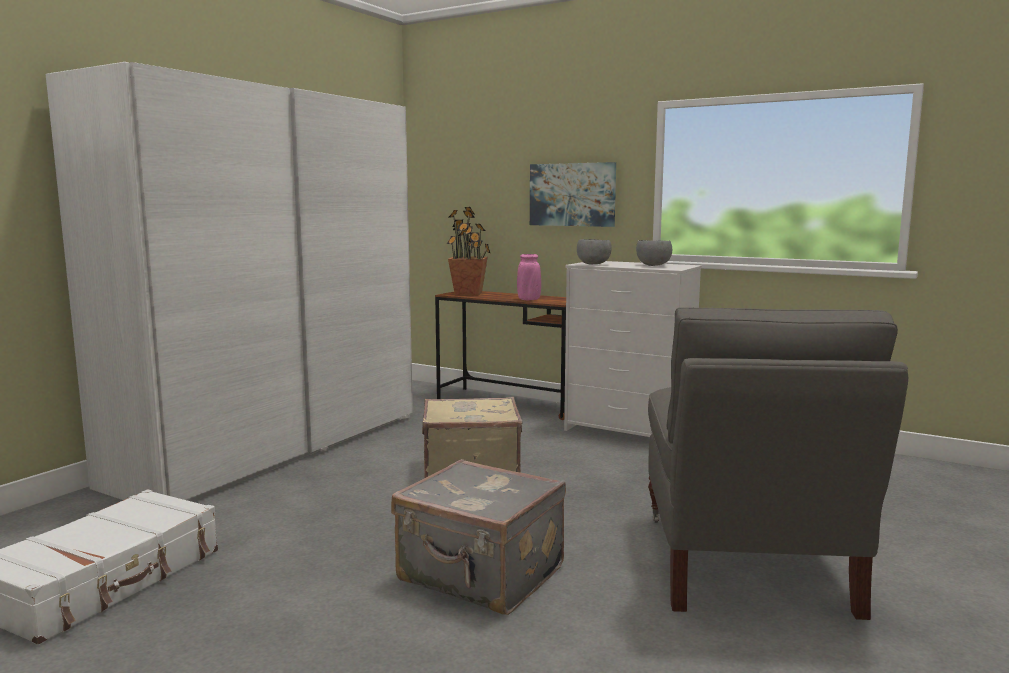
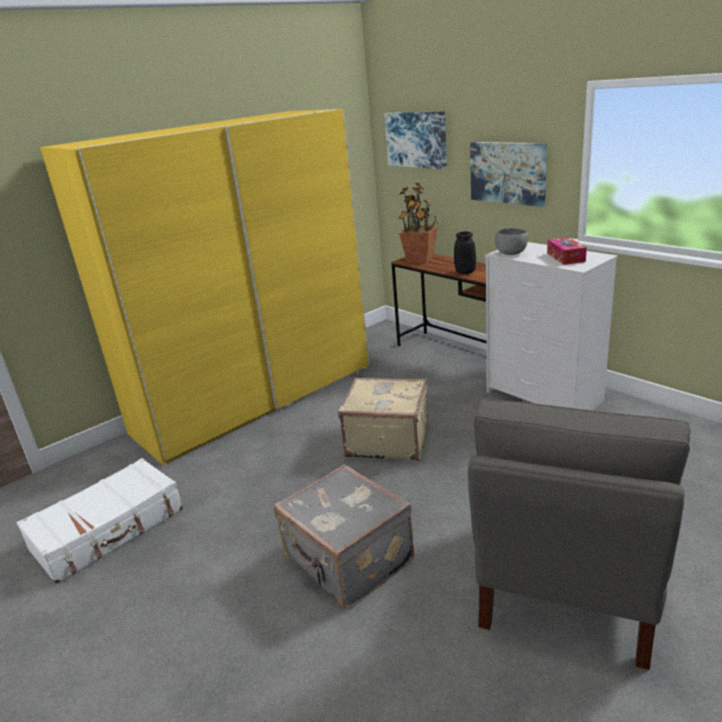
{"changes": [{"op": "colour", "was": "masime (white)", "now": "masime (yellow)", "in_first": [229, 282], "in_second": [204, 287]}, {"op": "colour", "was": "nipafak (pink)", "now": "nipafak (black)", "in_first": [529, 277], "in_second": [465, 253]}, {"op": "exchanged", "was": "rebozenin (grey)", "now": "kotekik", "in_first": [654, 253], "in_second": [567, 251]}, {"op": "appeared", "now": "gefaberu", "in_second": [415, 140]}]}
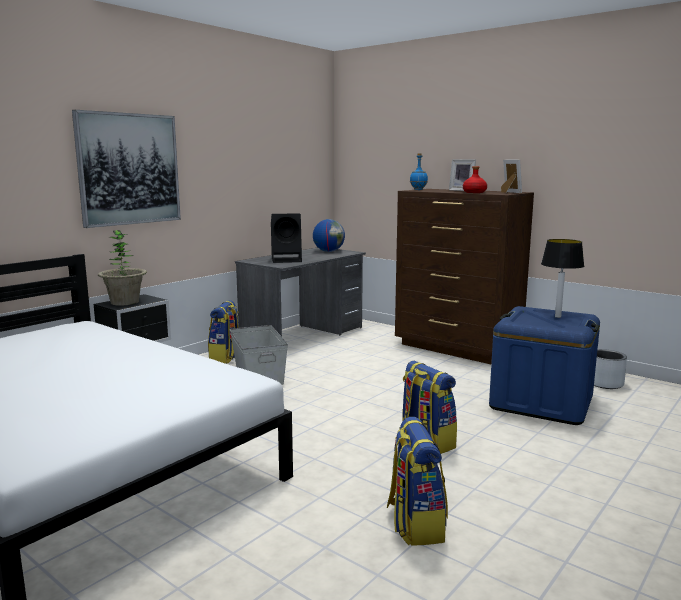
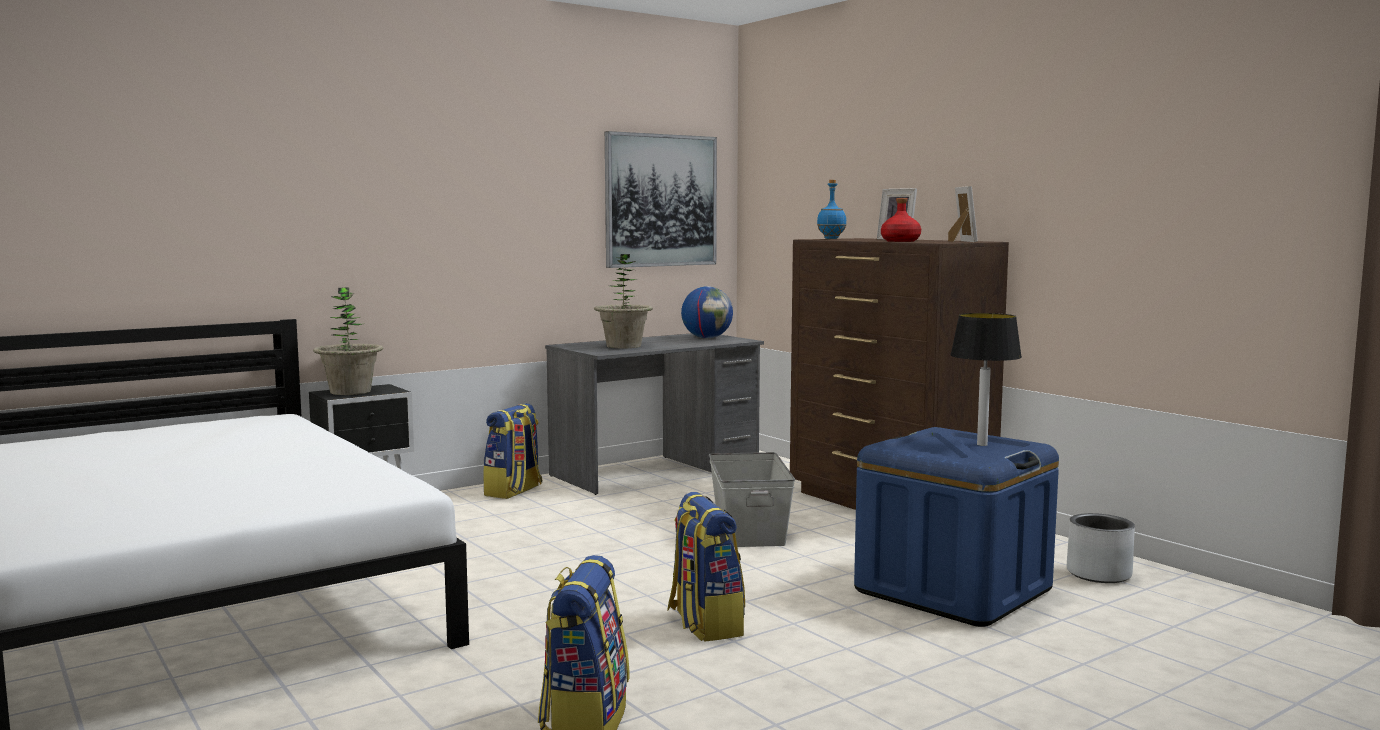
{"changes": [{"op": "relocated", "was": "gefaberu", "in_first": [126, 169], "in_second": [661, 199]}, {"op": "relocated", "was": "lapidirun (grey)", "in_first": [259, 355], "in_second": [752, 499]}, {"op": "exchanged", "was": "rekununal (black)", "now": "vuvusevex", "in_first": [286, 238], "in_second": [623, 301]}]}
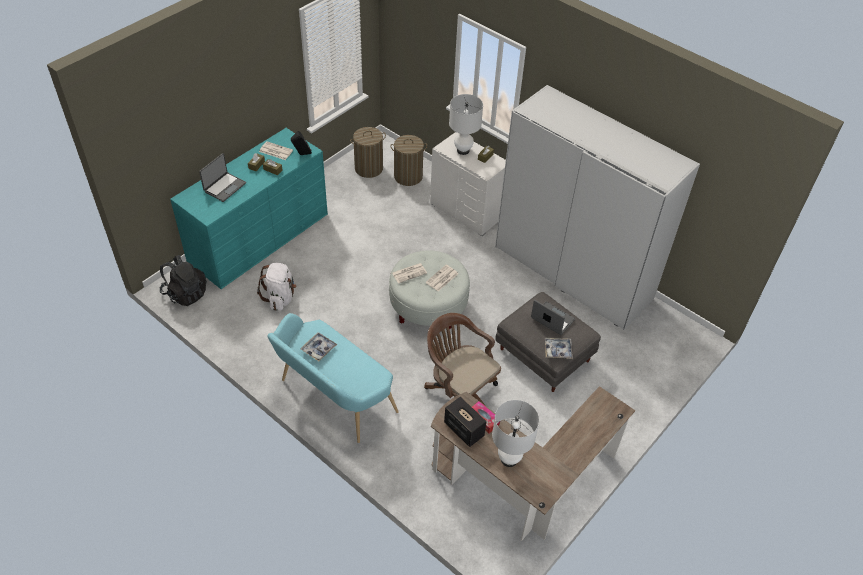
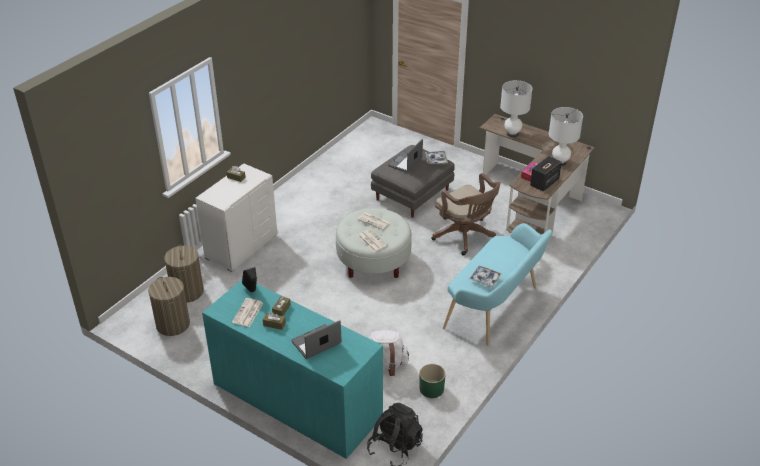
{"changes": [{"op": "spun", "was": "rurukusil", "in_first": [222, 177], "in_second": [316, 339], "clockwise": -60}, {"op": "spun", "was": "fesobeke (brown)", "in_first": [462, 359], "in_second": [466, 214], "clockwise": -75}, {"op": "relocated", "was": "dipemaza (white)", "in_first": [466, 124], "in_second": [516, 108]}, {"op": "missing", "was": "masime (white)", "in_first": [597, 207]}, {"op": "appeared", "now": "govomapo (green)", "in_second": [433, 381]}]}
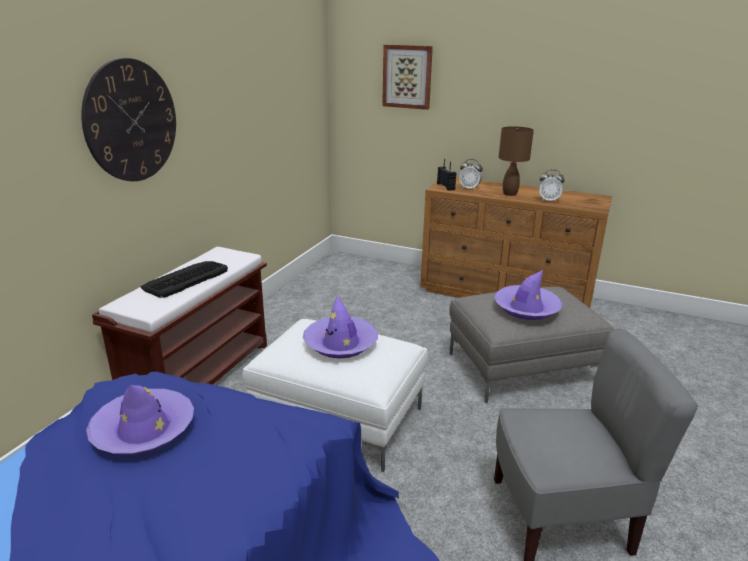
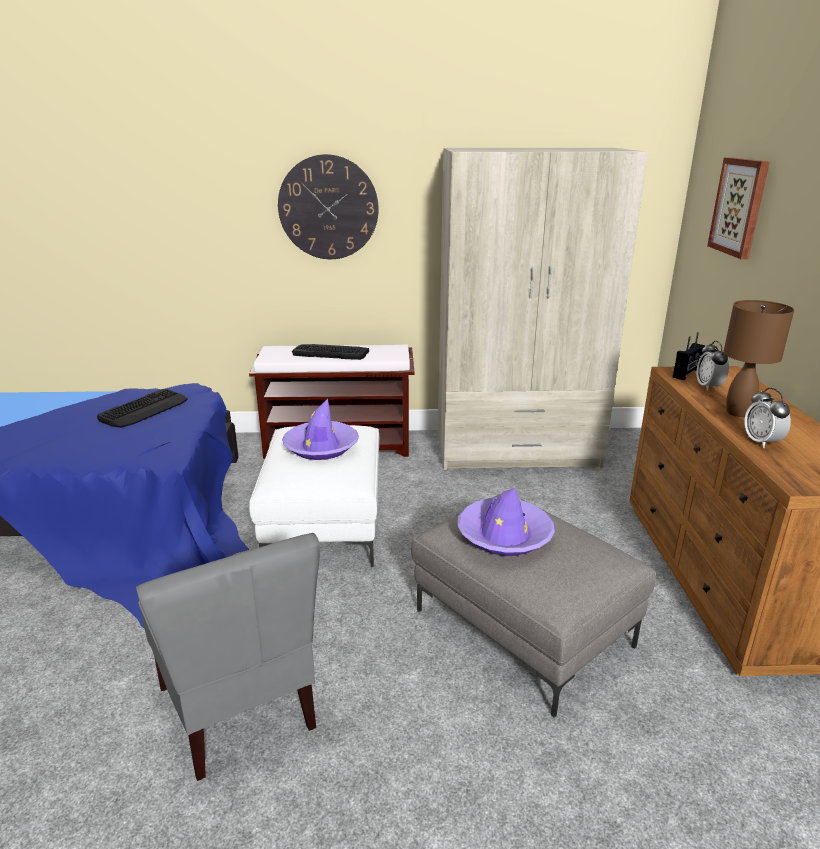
{"changes": [{"op": "exchanged", "was": "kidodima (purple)", "now": "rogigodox", "in_first": [140, 420], "in_second": [142, 408]}, {"op": "appeared", "now": "masime (beige)", "in_second": [543, 309]}]}
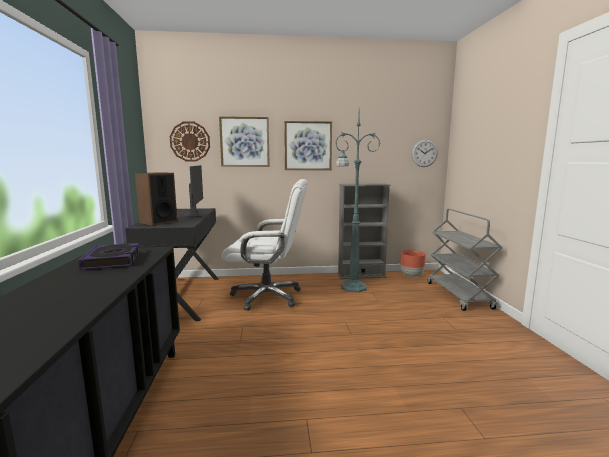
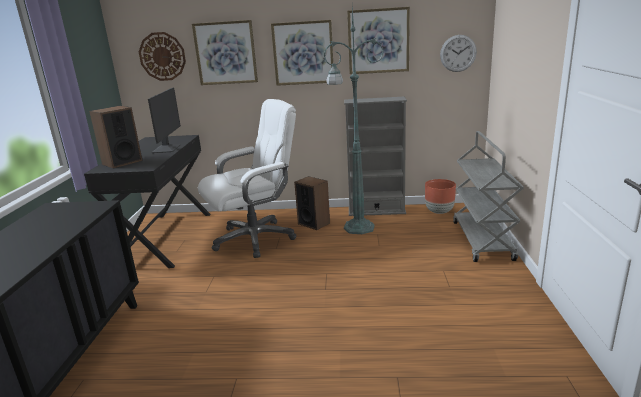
{"changes": [{"op": "missing", "was": "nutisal", "in_first": [109, 256]}, {"op": "spun", "was": "fesobeke (white)", "in_first": [264, 245], "in_second": [247, 178], "clockwise": -45}, {"op": "appeared", "now": "rekununal", "in_second": [312, 203]}, {"op": "appeared", "now": "gefaberu", "in_second": [378, 40]}]}
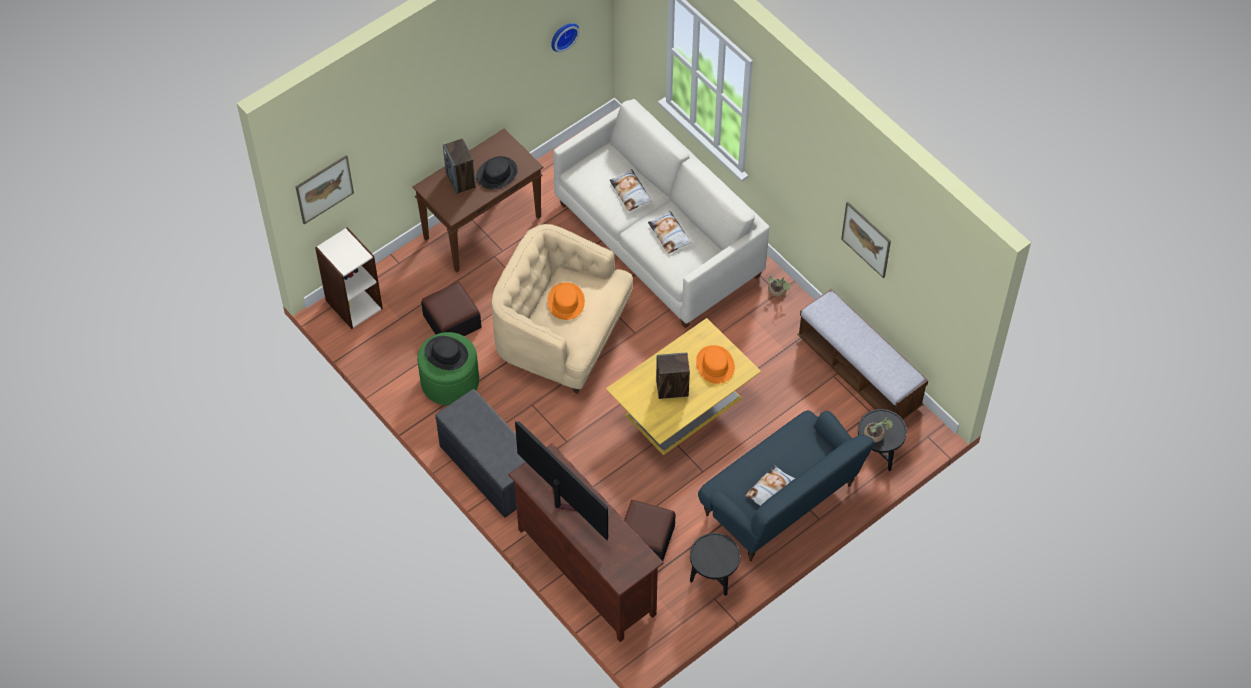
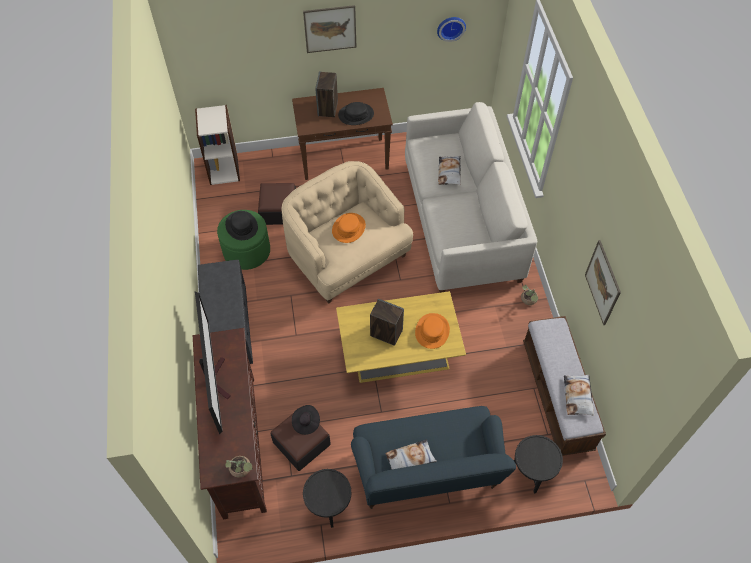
{"changes": [{"op": "relocated", "was": "gefaberu", "in_first": [324, 189], "in_second": [329, 29]}, {"op": "relocated", "was": "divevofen", "in_first": [670, 232], "in_second": [579, 395]}, {"op": "relocated", "was": "vuvusevex", "in_first": [879, 430], "in_second": [239, 467]}, {"op": "appeared", "now": "kidodima (black)", "in_second": [306, 420]}]}
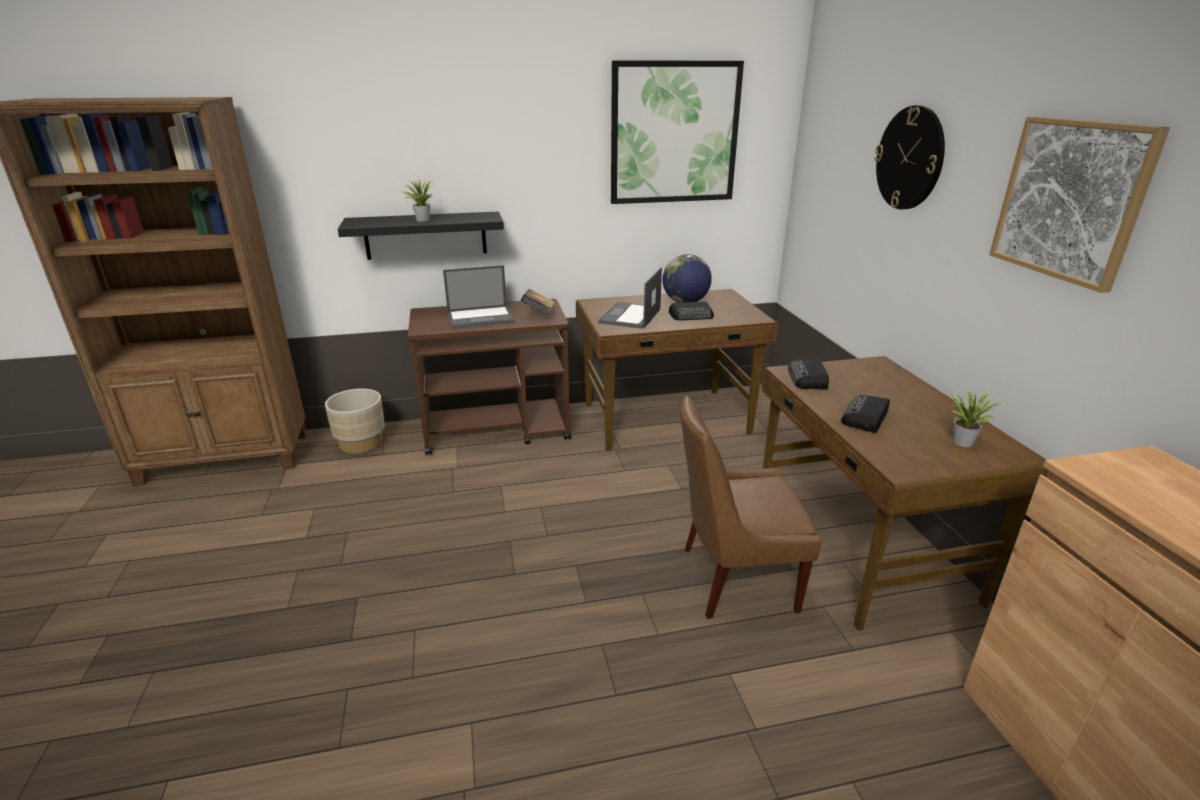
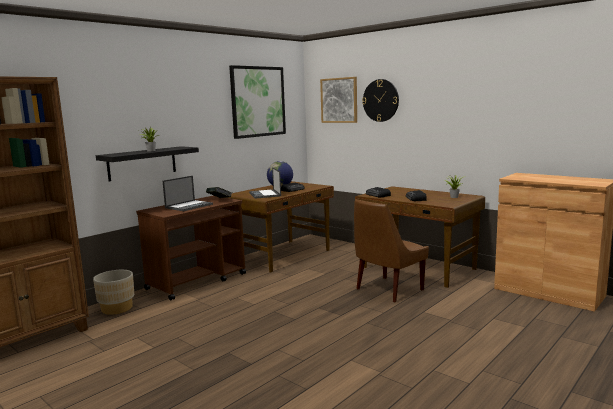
{"changes": [{"op": "relocated", "was": "gefaberu", "in_first": [1079, 204], "in_second": [338, 100]}]}
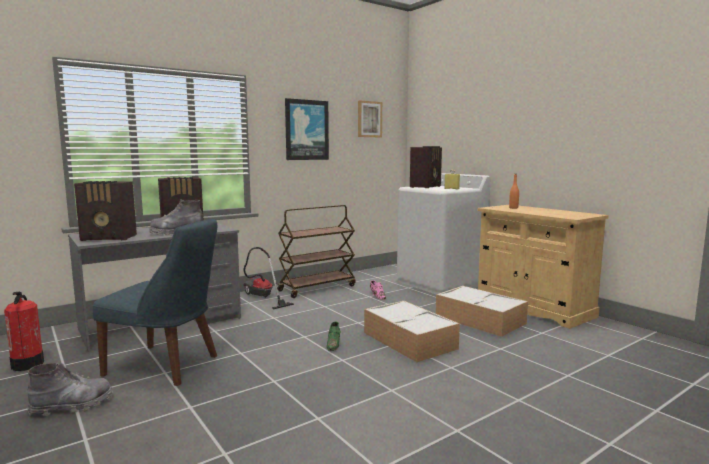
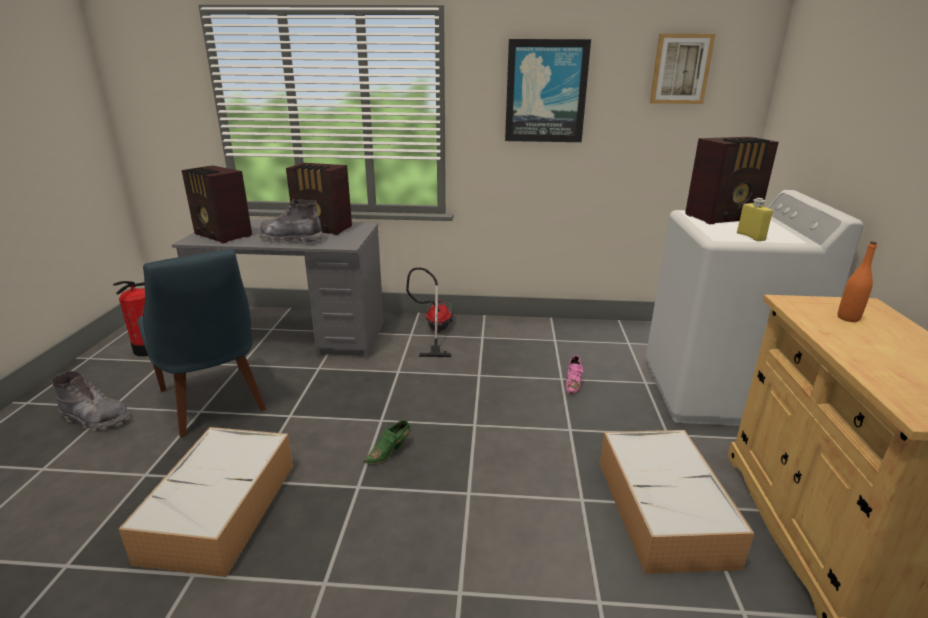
{"changes": [{"op": "missing", "was": "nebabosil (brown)", "in_first": [316, 251]}, {"op": "relocated", "was": "lapidirun", "in_first": [412, 331], "in_second": [206, 502]}]}
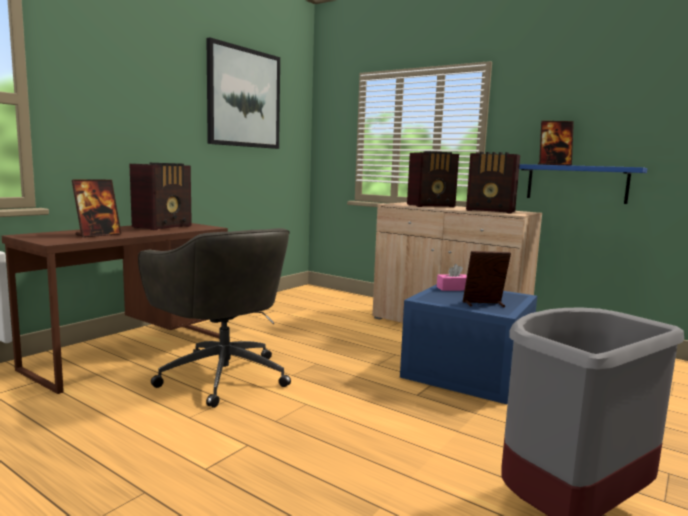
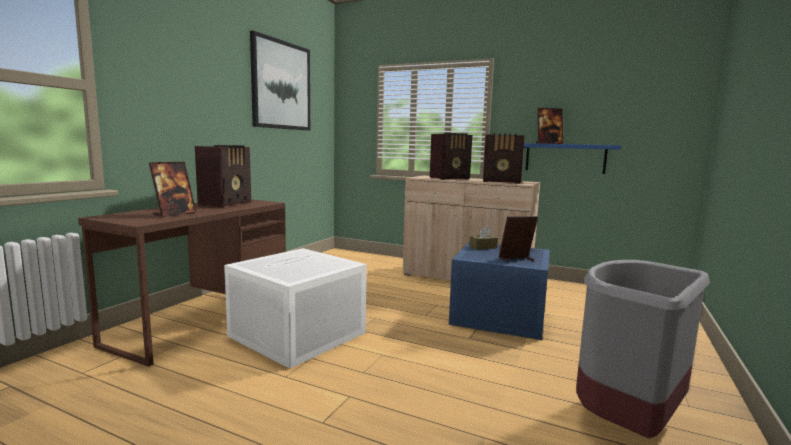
{"changes": [{"op": "exchanged", "was": "fesobeke (grey)", "now": "lapidirun (white)", "in_first": [214, 318], "in_second": [295, 308]}, {"op": "colour", "was": "kotekik (pink)", "now": "kotekik (brown)", "in_first": [452, 277], "in_second": [483, 238]}]}
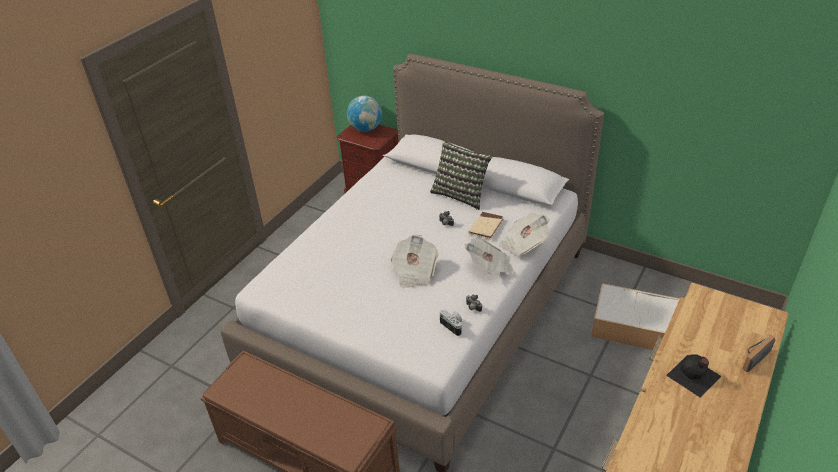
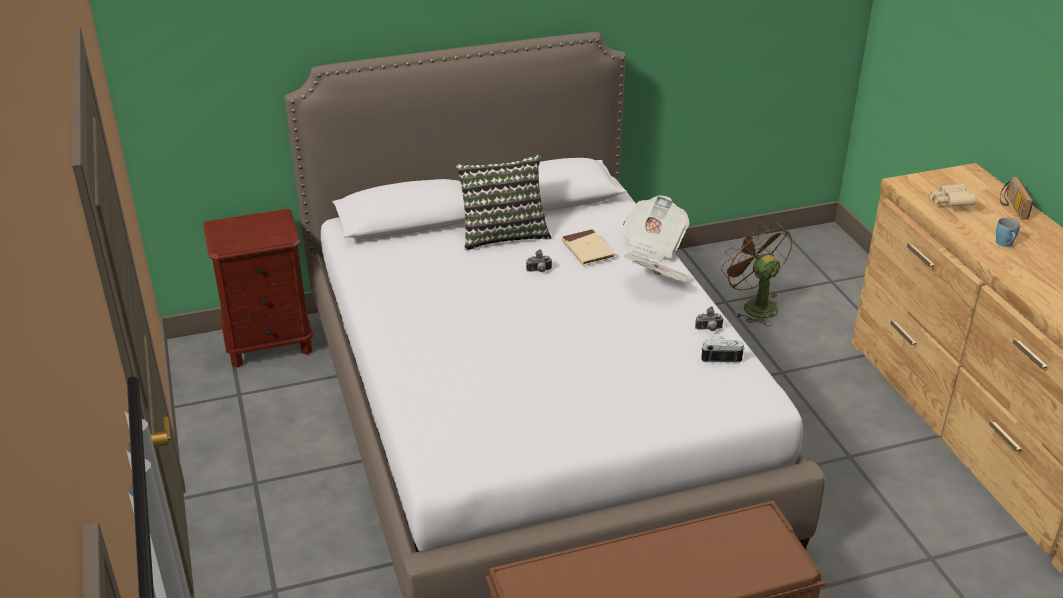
{"changes": [{"op": "missing", "was": "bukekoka", "in_first": [364, 113]}, {"op": "missing", "was": "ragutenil", "in_first": [414, 261]}, {"op": "exchanged", "was": "lapidirun", "now": "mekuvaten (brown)", "in_first": [635, 316], "in_second": [757, 274]}, {"op": "exchanged", "was": "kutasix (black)", "now": "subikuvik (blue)", "in_first": [693, 376], "in_second": [1008, 232]}, {"op": "appeared", "now": "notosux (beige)", "in_second": [953, 195]}]}
